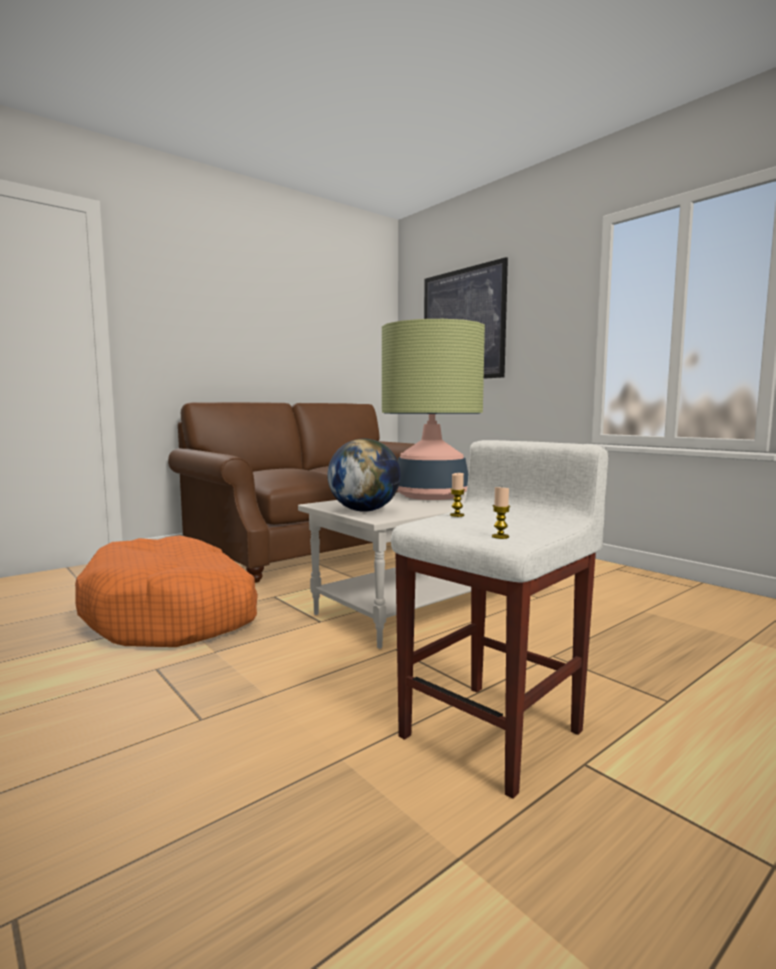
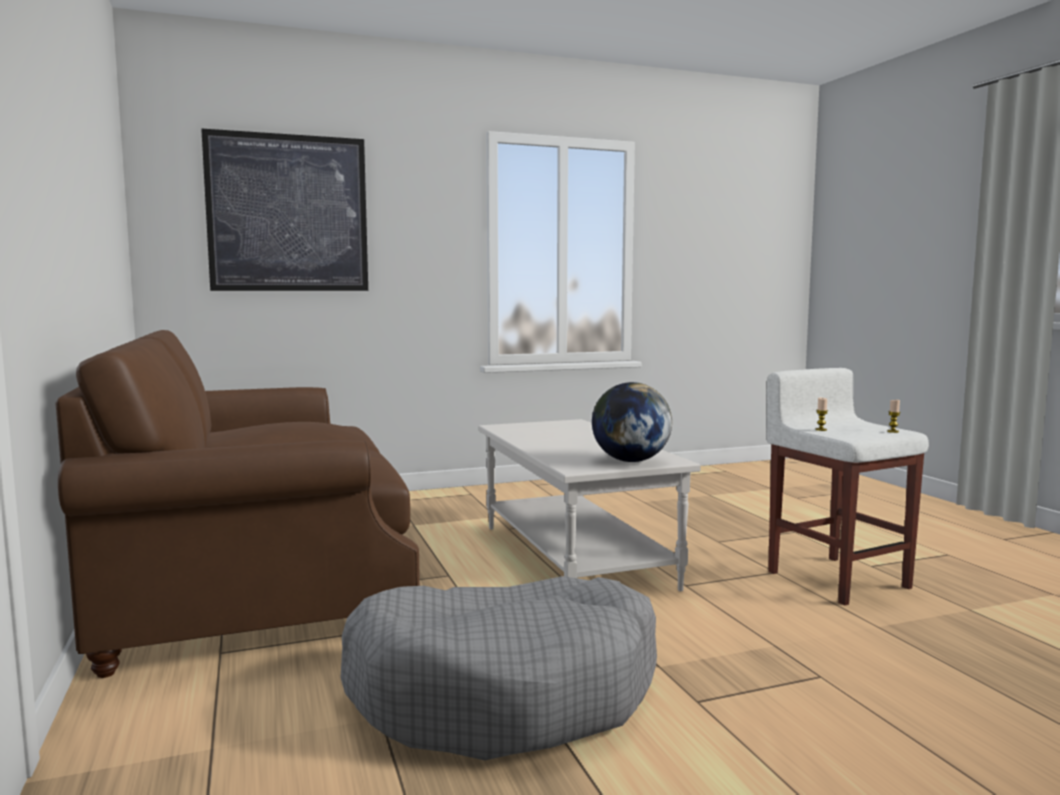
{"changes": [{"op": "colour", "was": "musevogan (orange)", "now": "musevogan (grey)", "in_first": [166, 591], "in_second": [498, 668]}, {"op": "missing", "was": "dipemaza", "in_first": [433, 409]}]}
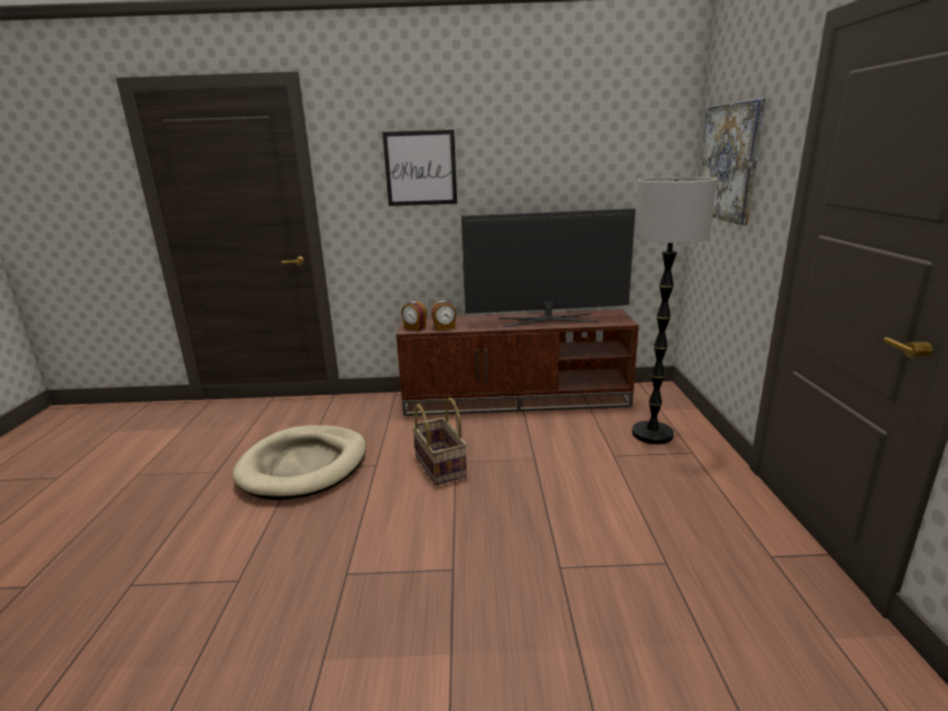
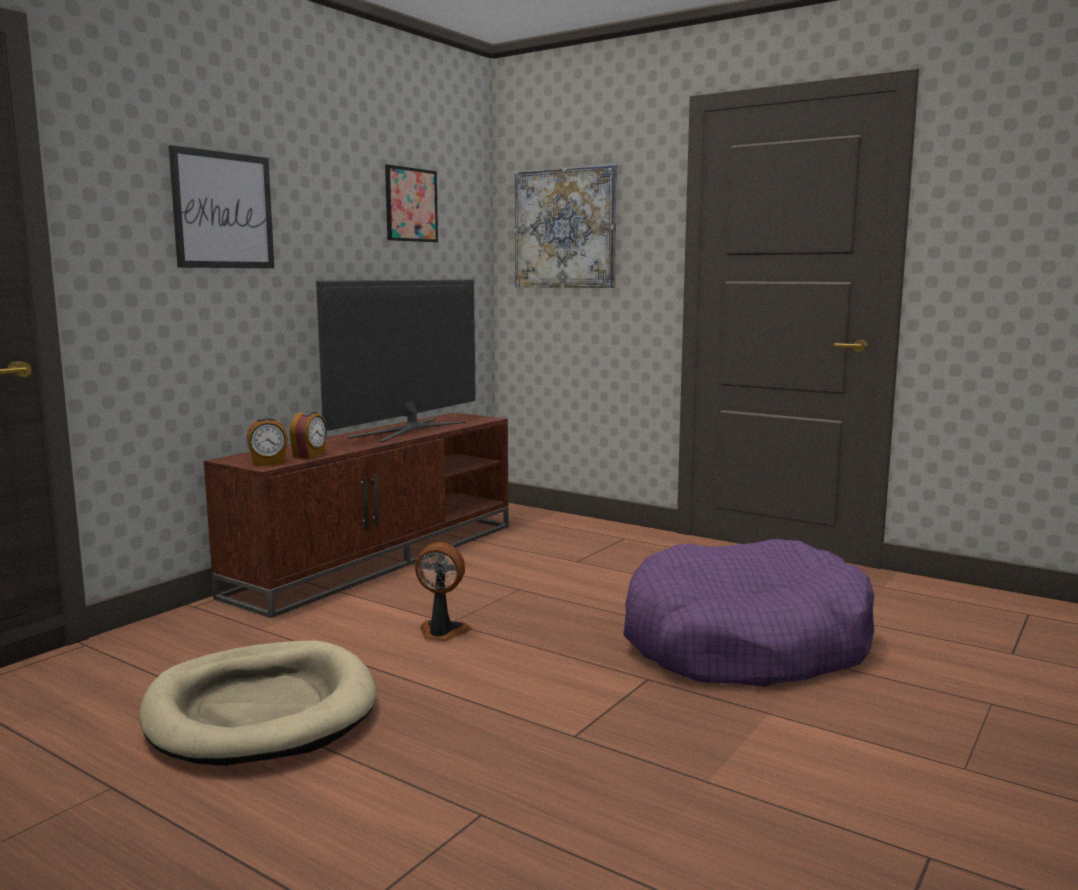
{"changes": [{"op": "exchanged", "was": "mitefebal", "now": "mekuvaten", "in_first": [439, 441], "in_second": [443, 591]}, {"op": "missing", "was": "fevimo", "in_first": [674, 310]}, {"op": "appeared", "now": "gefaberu", "in_second": [411, 203]}, {"op": "appeared", "now": "musevogan (purple)", "in_second": [749, 613]}]}
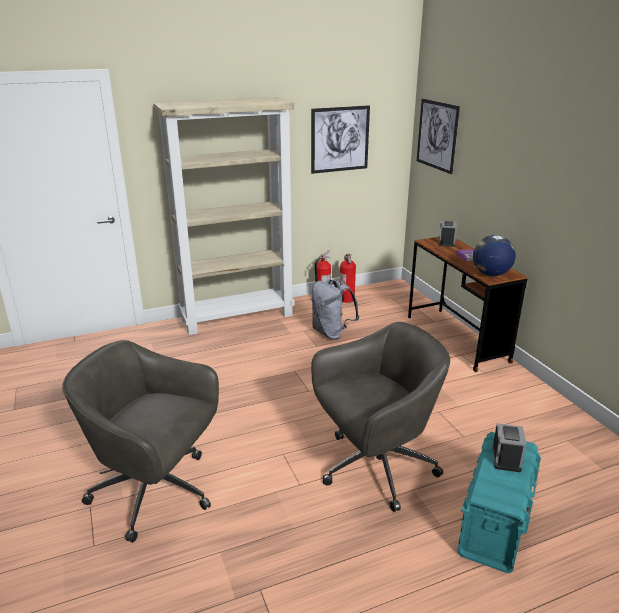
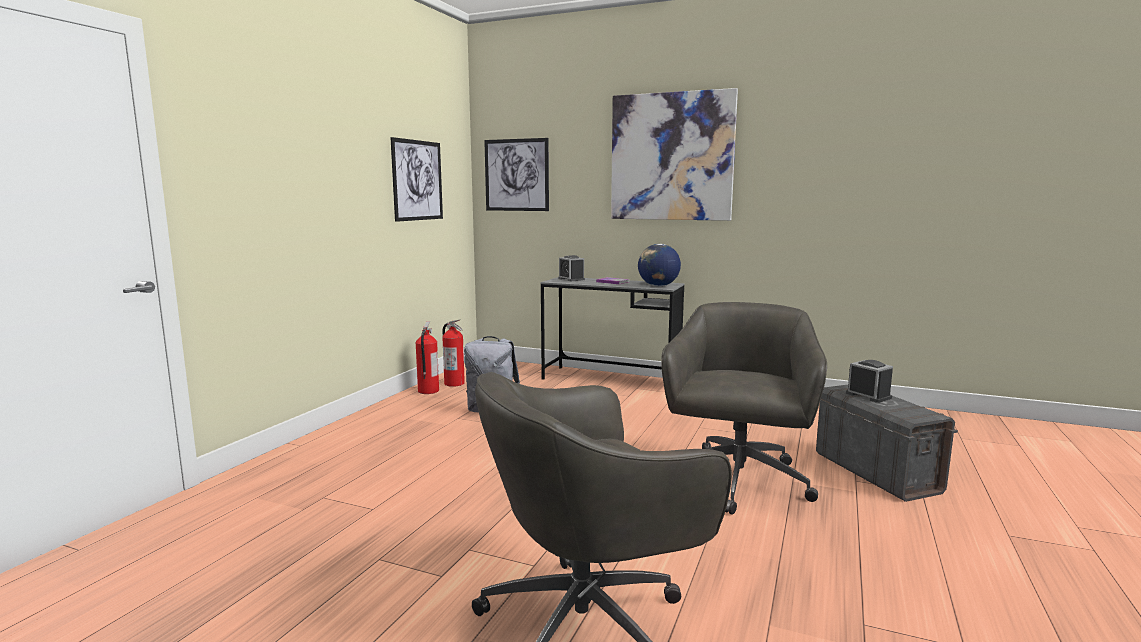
{"changes": [{"op": "missing", "was": "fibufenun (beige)", "in_first": [224, 216]}, {"op": "colour", "was": "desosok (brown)", "now": "desosok (grey)", "in_first": [468, 304], "in_second": [612, 328]}, {"op": "colour", "was": "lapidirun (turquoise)", "now": "lapidirun (grey)", "in_first": [499, 502], "in_second": [887, 443]}, {"op": "appeared", "now": "gefaberu", "in_second": [674, 154]}]}
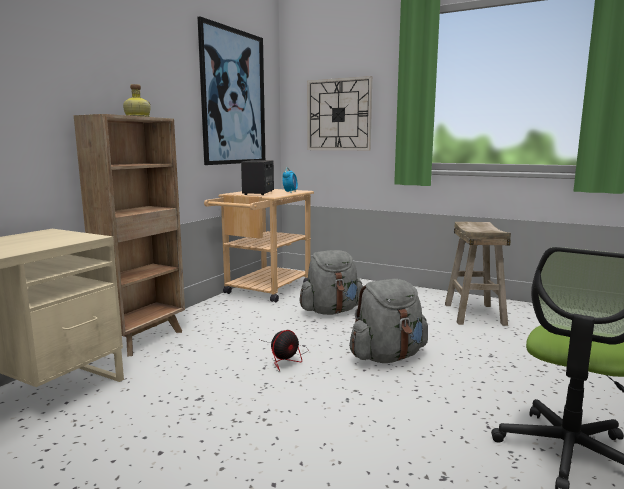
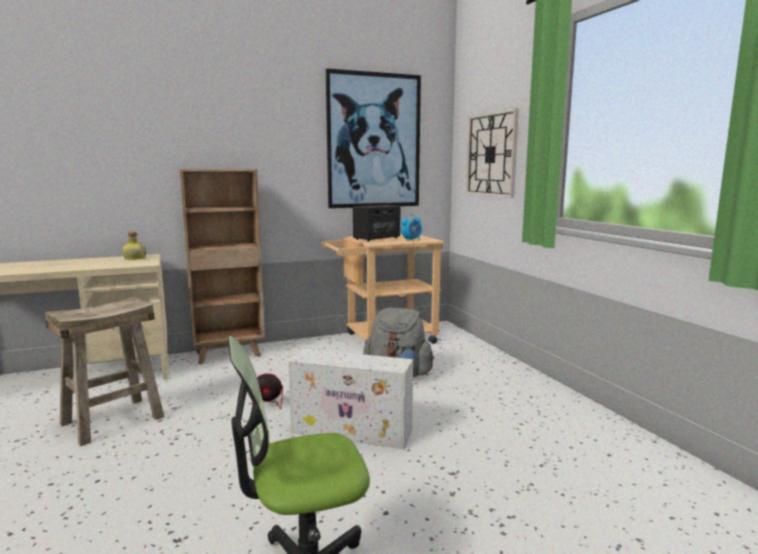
{"changes": [{"op": "relocated", "was": "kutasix", "in_first": [137, 100], "in_second": [134, 245]}, {"op": "exchanged", "was": "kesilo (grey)", "now": "lapidirun (white)", "in_first": [388, 321], "in_second": [350, 399]}, {"op": "relocated", "was": "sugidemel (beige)", "in_first": [478, 274], "in_second": [104, 371]}]}
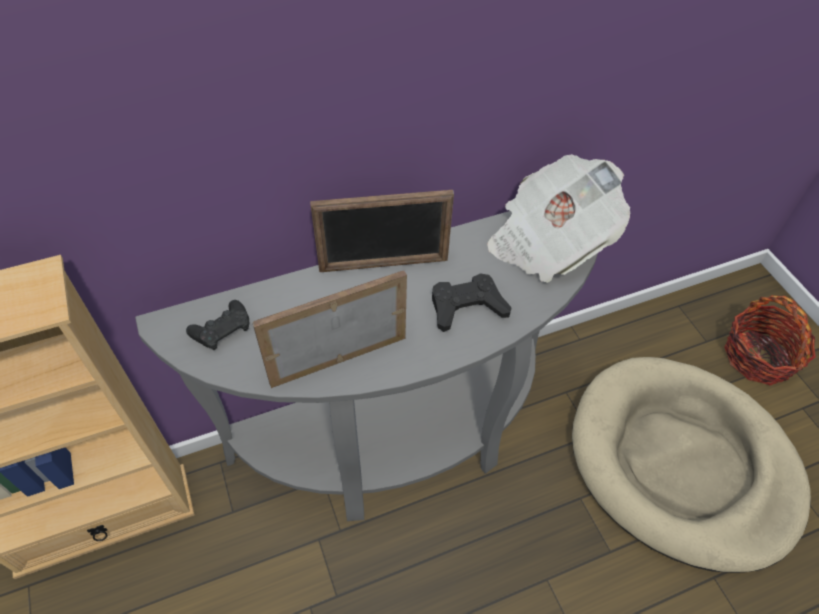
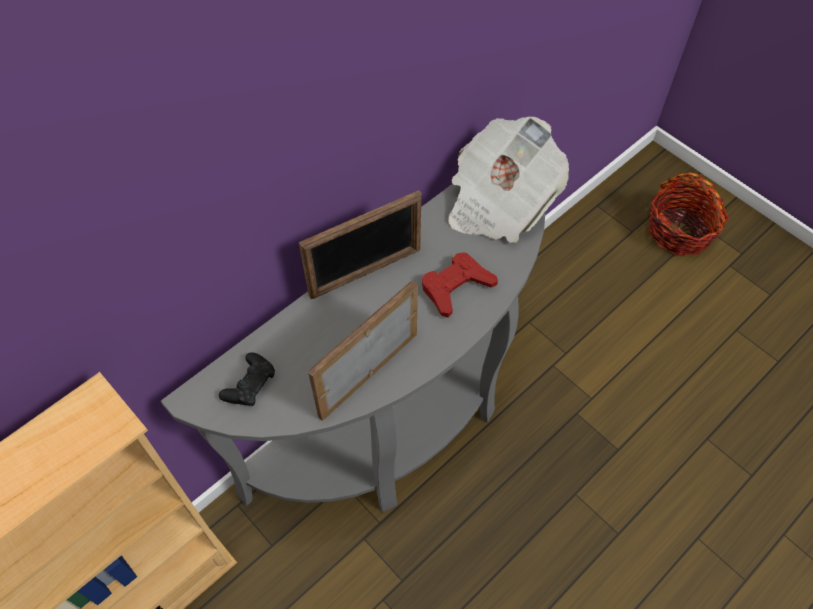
{"changes": [{"op": "colour", "was": "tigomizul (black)", "now": "tigomizul (red)", "in_first": [472, 302], "in_second": [460, 285]}, {"op": "missing", "was": "musevogan (beige)", "in_first": [691, 465]}]}
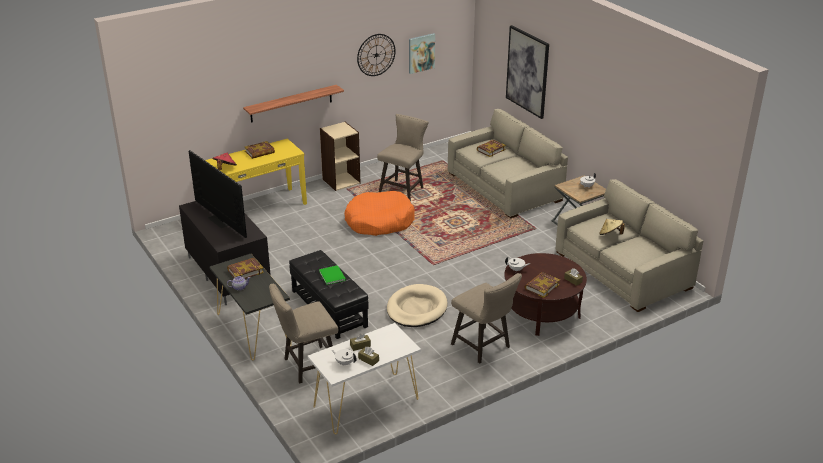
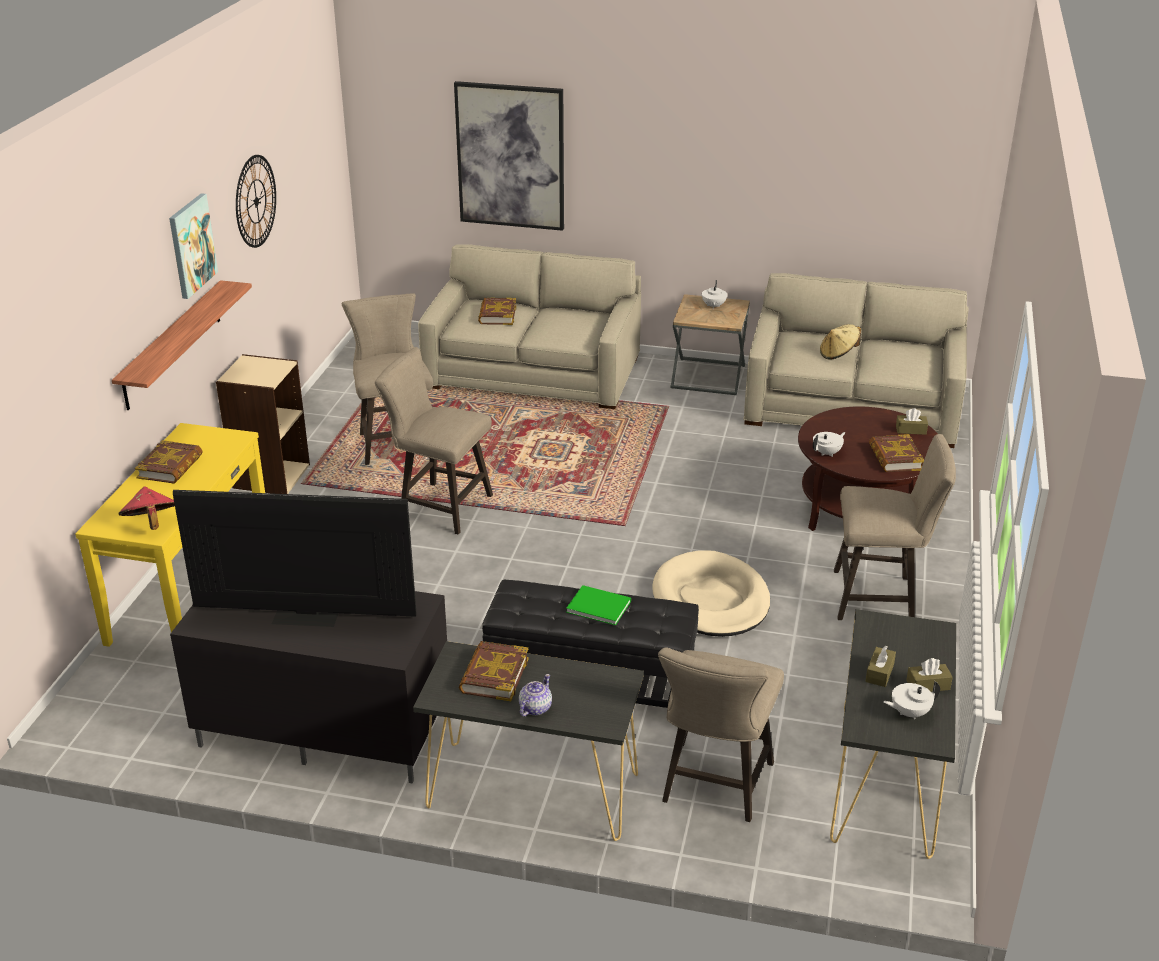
{"changes": [{"op": "colour", "was": "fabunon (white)", "now": "fabunon (black)", "in_first": [364, 378], "in_second": [893, 734]}, {"op": "exchanged", "was": "musevogan (orange)", "now": "sugidemel (beige)", "in_first": [380, 213], "in_second": [434, 441]}, {"op": "relocated", "was": "gefaberu", "in_first": [422, 53], "in_second": [193, 246]}]}
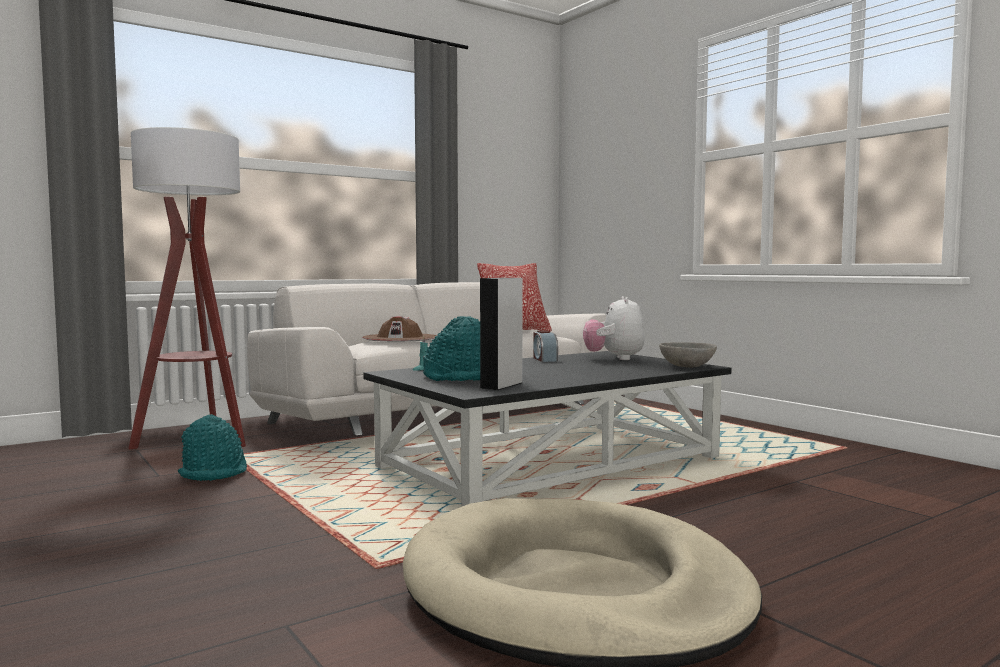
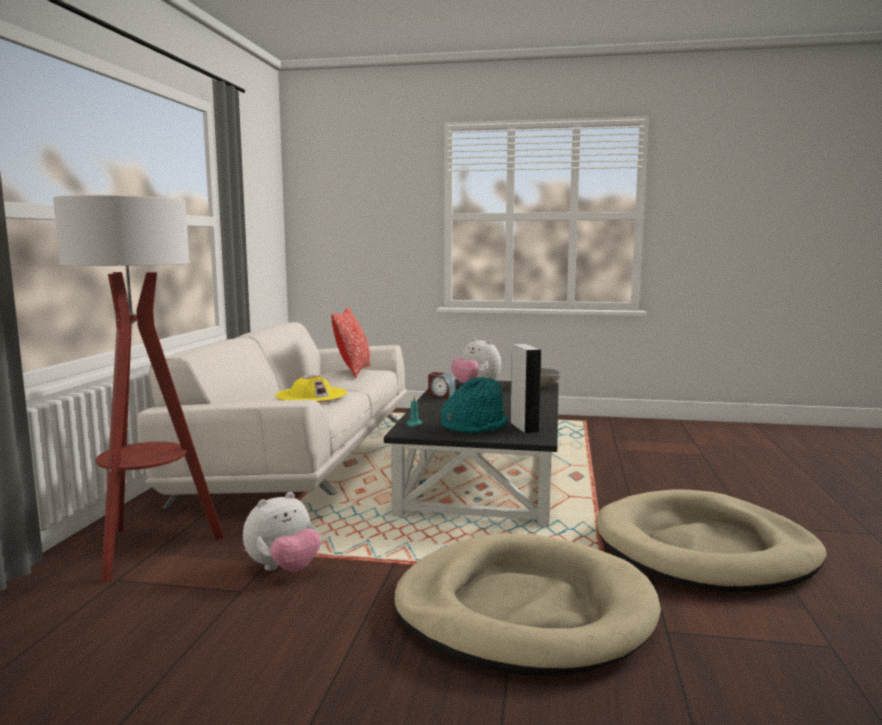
{"changes": [{"op": "exchanged", "was": "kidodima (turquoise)", "now": "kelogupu", "in_first": [212, 447], "in_second": [282, 532]}, {"op": "colour", "was": "kidodima (brown)", "now": "kidodima (yellow)", "in_first": [400, 329], "in_second": [311, 388]}, {"op": "appeared", "now": "musevogan (beige)", "in_second": [527, 604]}]}
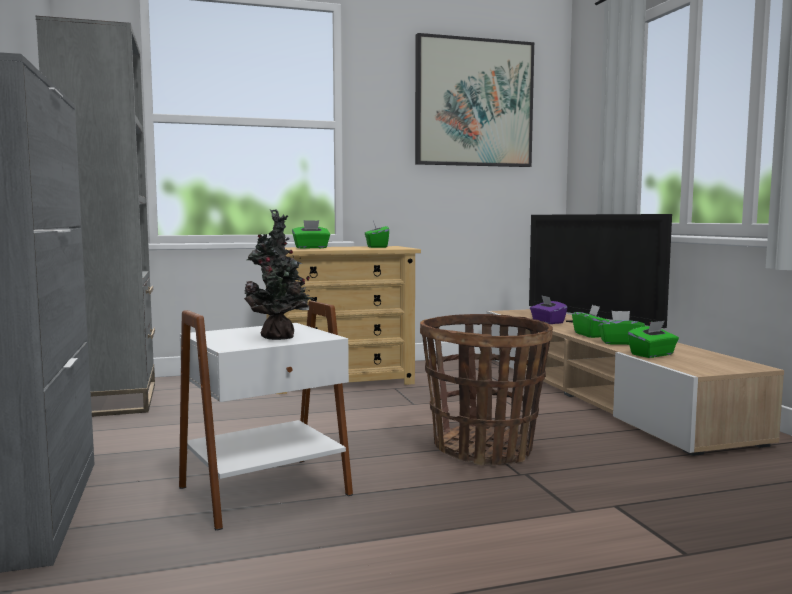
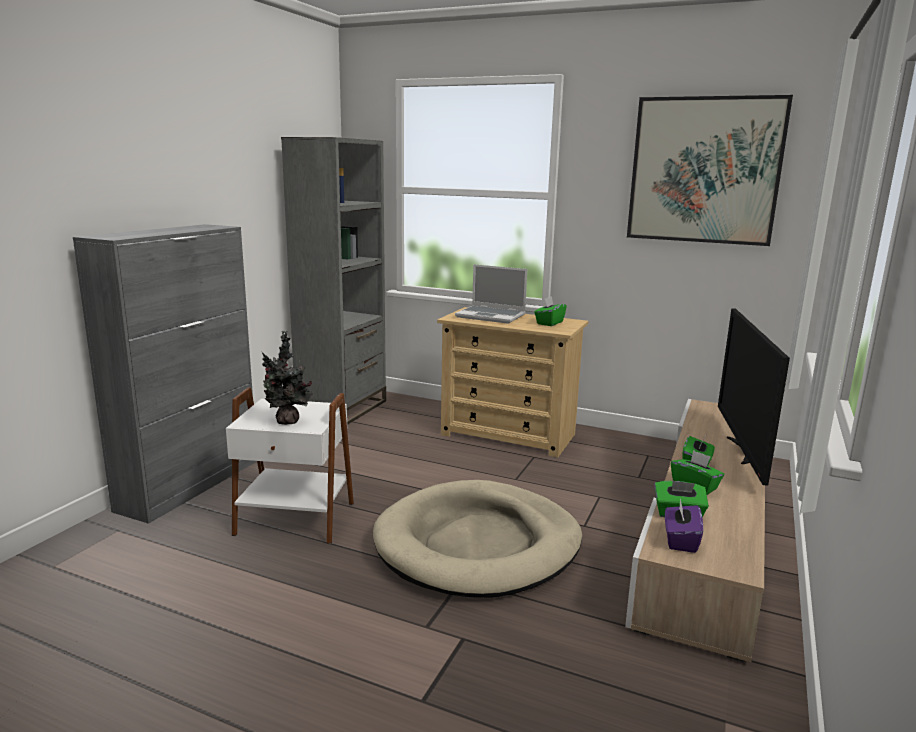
{"changes": [{"op": "exchanged", "was": "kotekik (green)", "now": "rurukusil", "in_first": [311, 234], "in_second": [491, 294]}, {"op": "exchanged", "was": "mitefebal", "now": "musevogan (beige)", "in_first": [486, 389], "in_second": [477, 539]}, {"op": "relocated", "was": "kotekik (purple)", "in_first": [548, 309], "in_second": [684, 526]}]}
